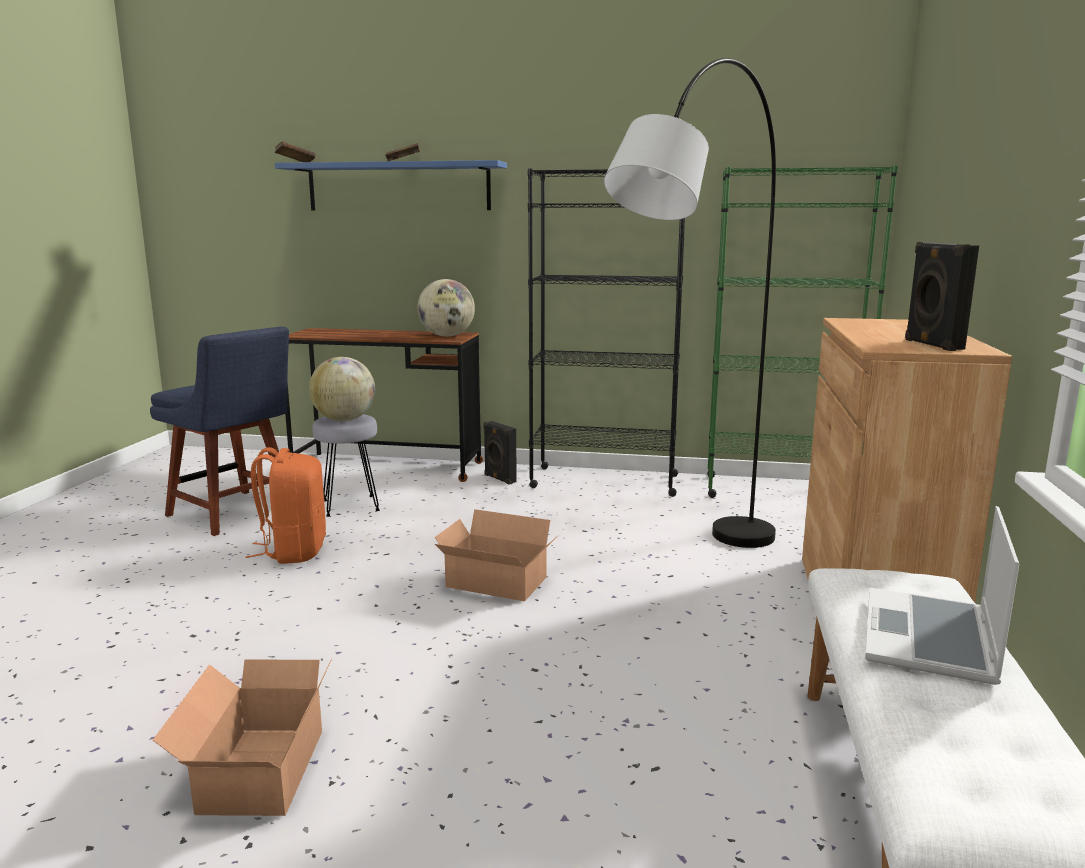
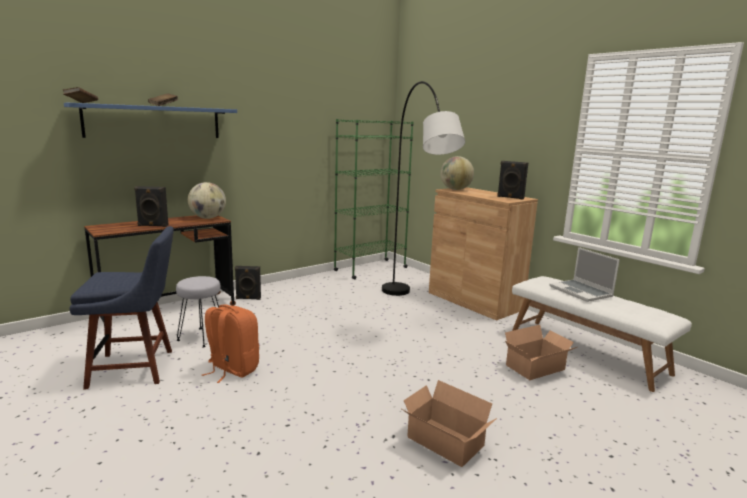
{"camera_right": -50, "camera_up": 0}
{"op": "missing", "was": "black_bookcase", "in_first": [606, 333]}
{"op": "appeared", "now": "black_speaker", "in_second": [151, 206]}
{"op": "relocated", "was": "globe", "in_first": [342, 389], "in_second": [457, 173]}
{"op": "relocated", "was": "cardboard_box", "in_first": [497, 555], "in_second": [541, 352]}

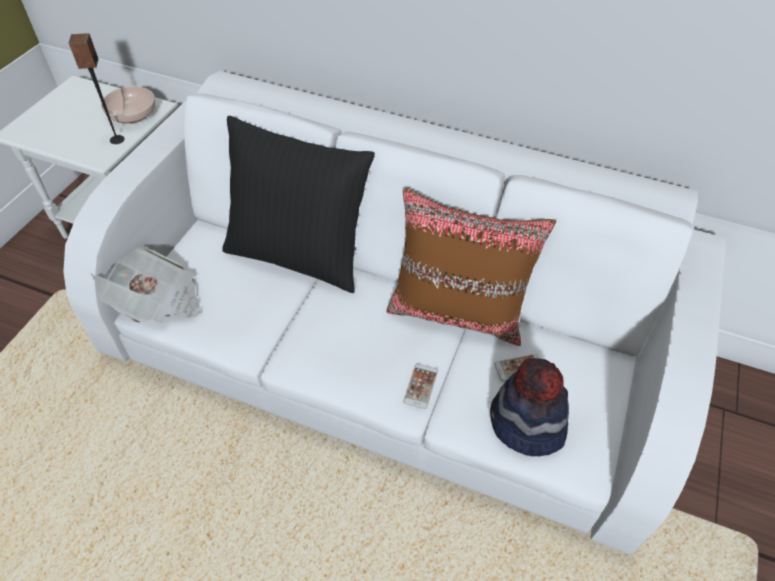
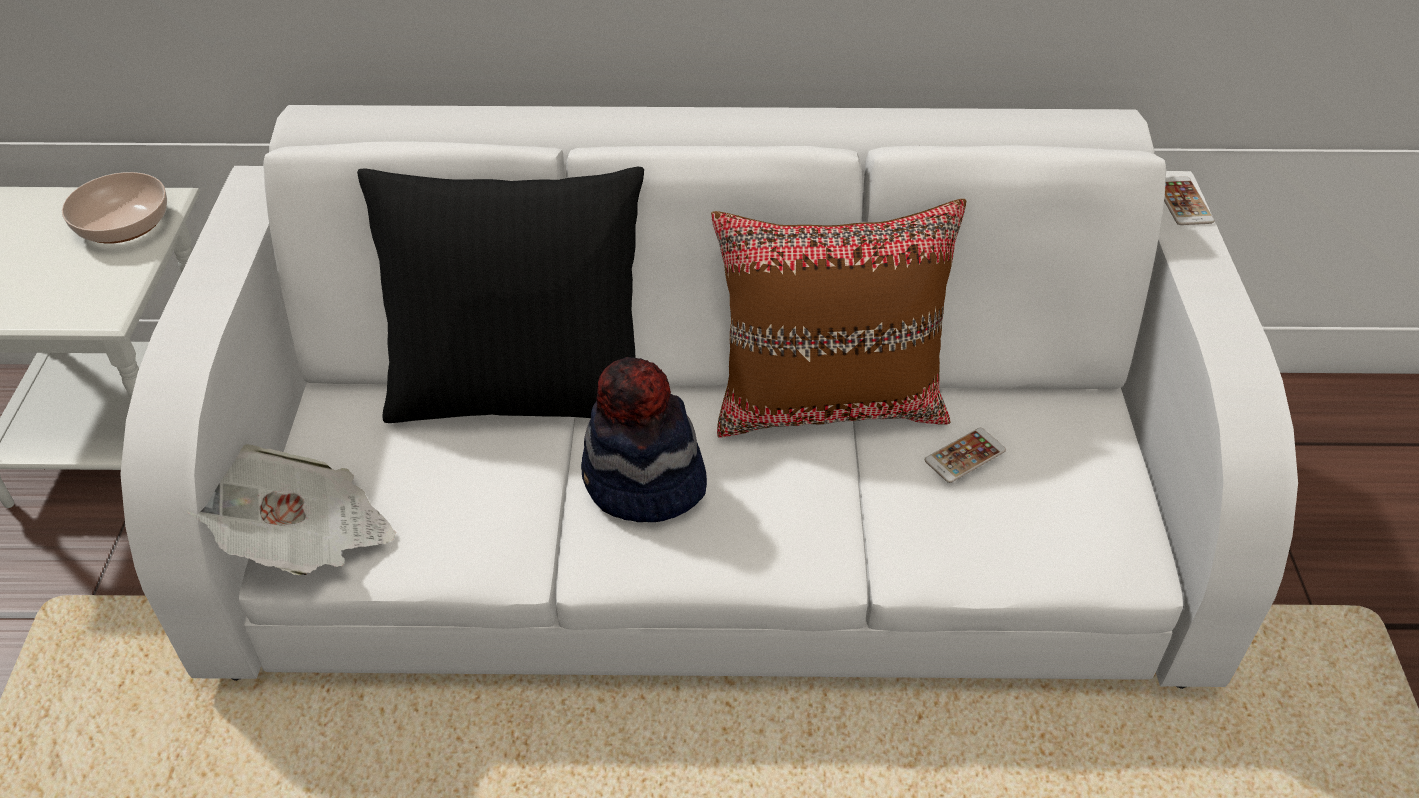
{"camera_right": -20, "camera_up": -5}
{"op": "missing", "was": "speaker", "in_first": [97, 88]}
{"op": "relocated", "was": "phone", "in_first": [421, 386], "in_second": [1189, 200]}
{"op": "relocated", "was": "hat", "in_first": [529, 407], "in_second": [644, 439]}

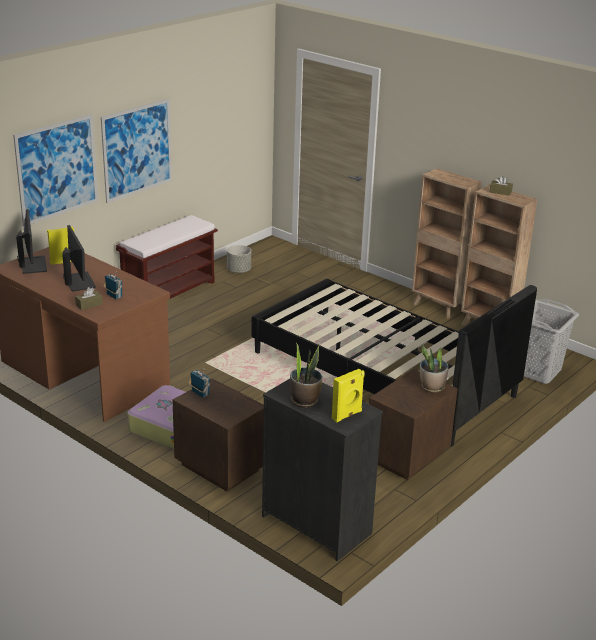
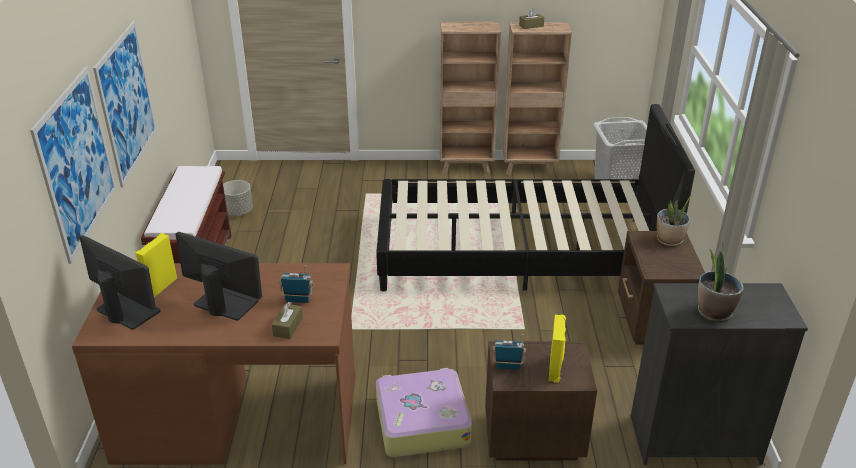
{"camera_right": -40, "camera_up": 5}
{"op": "relocated", "was": "yellow_speaker", "in_first": [348, 396], "in_second": [558, 349]}

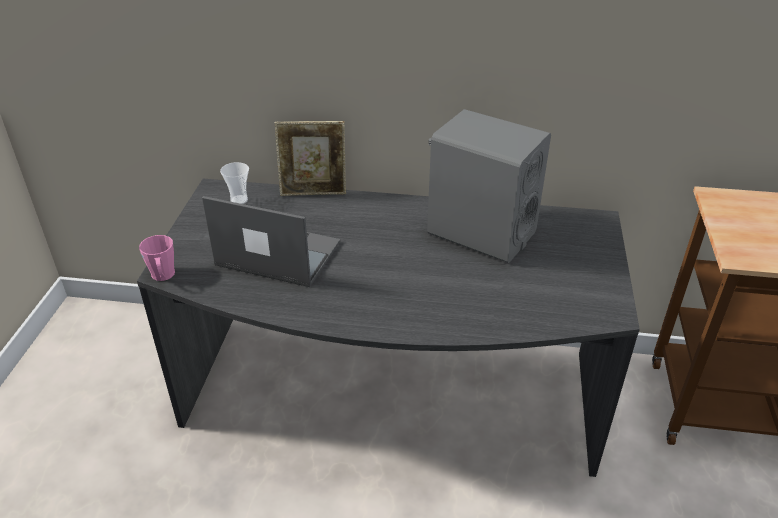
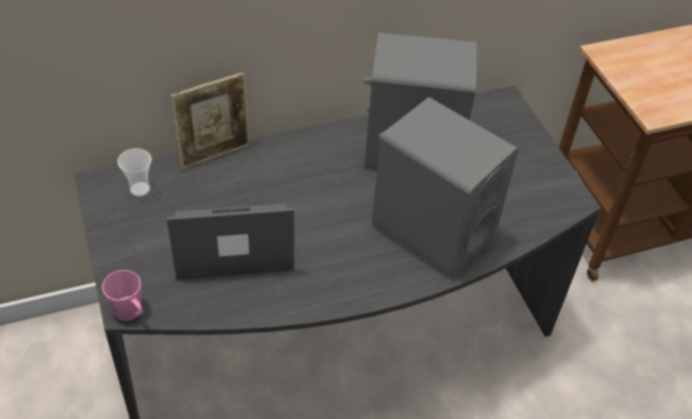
{"camera_right": -30, "camera_up": 10}
{"op": "appeared", "now": "grey_speaker", "in_second": [445, 187]}

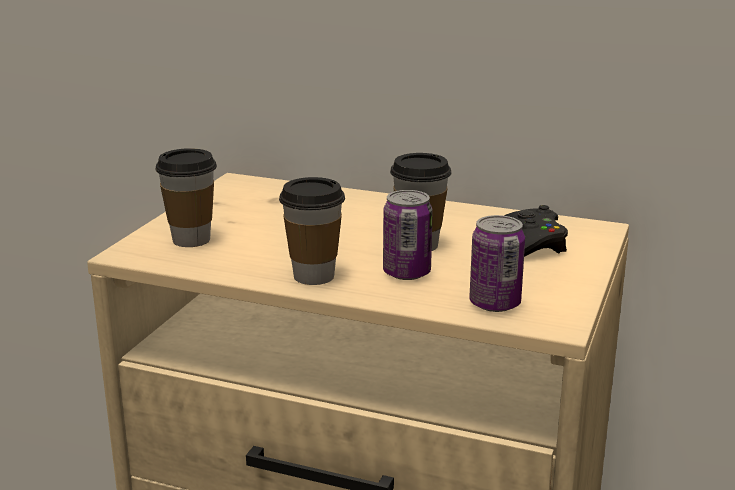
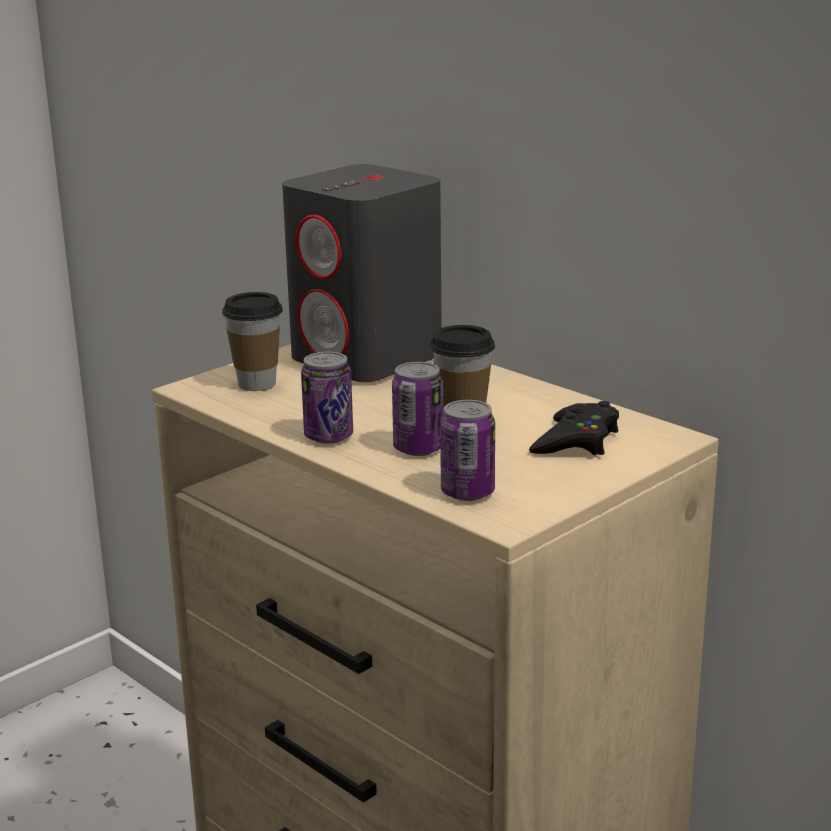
{"camera_right": 25, "camera_up": 0}
{"op": "appeared", "now": "grey_speaker", "in_second": [362, 273]}
{"op": "exchanged", "was": "cup", "now": "can", "in_first": [312, 231], "in_second": [327, 398]}

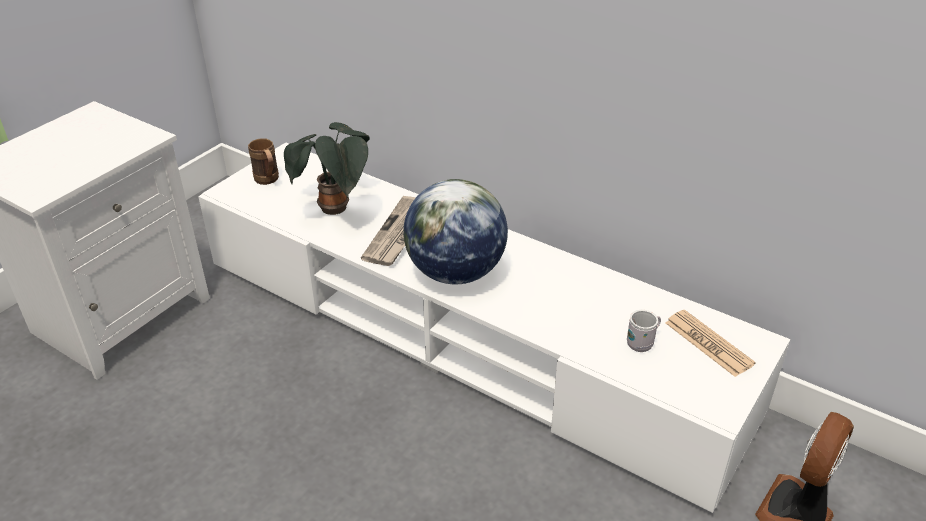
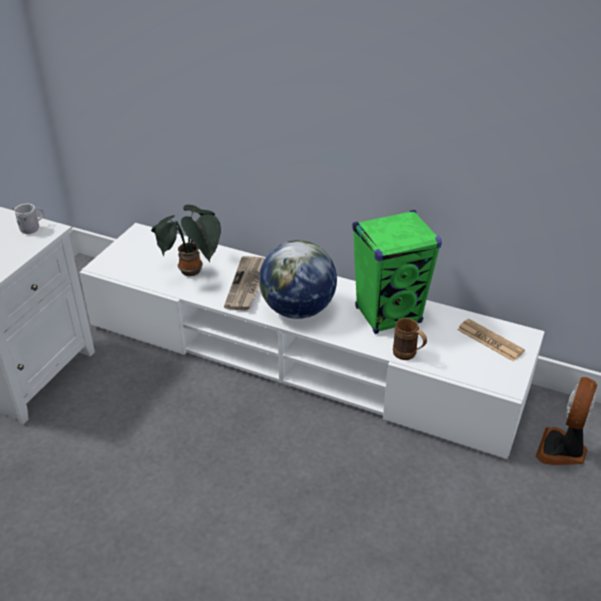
{"camera_right": -10, "camera_up": 0}
{"op": "appeared", "now": "green_speaker", "in_second": [397, 272]}
{"op": "relocated", "was": "brown_mug", "in_first": [263, 161], "in_second": [410, 339]}
{"op": "relocated", "was": "white_mug", "in_first": [644, 331], "in_second": [28, 219]}

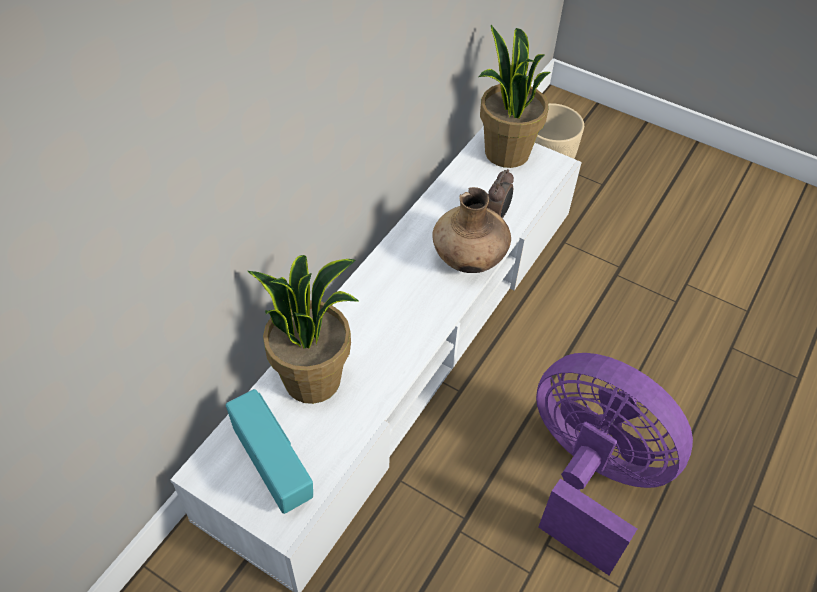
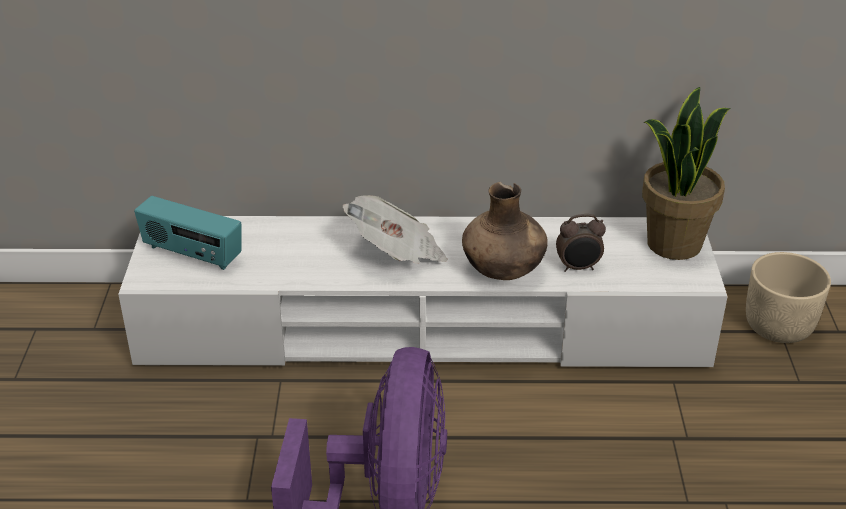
{"camera_right": 60, "camera_up": -15}
{"op": "missing", "was": "potted_plant", "in_first": [304, 329]}
{"op": "appeared", "now": "newspaper", "in_second": [395, 229]}
{"op": "spun", "was": "radio", "in_first": [269, 451], "in_second": [187, 233], "clockwise": 90}

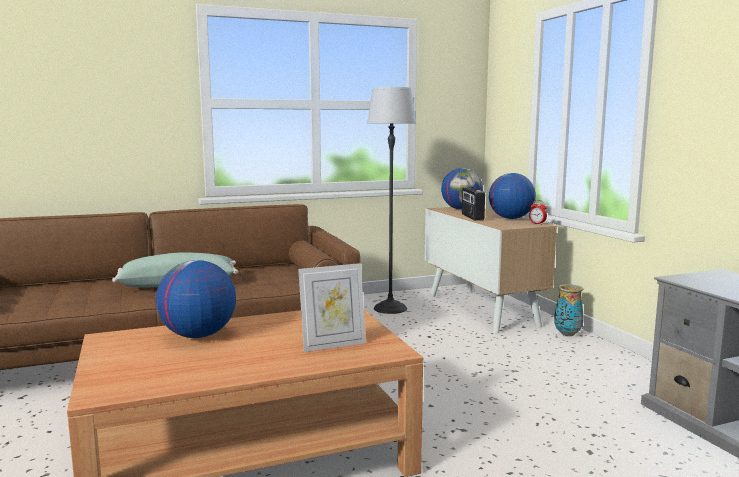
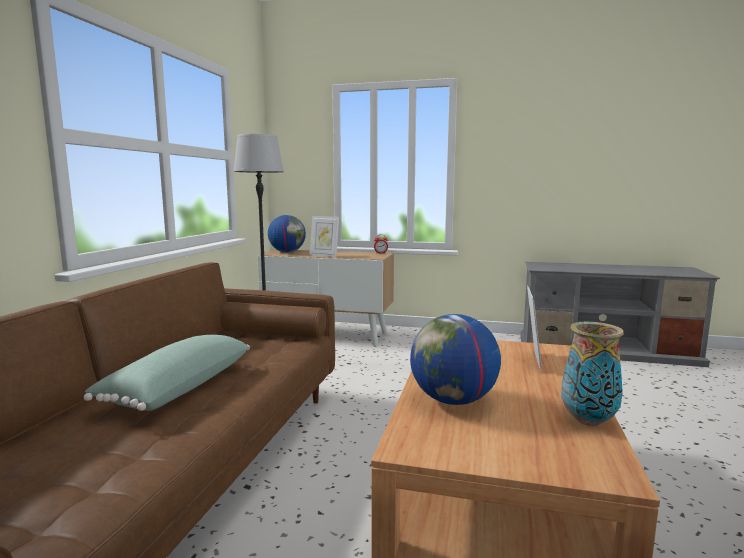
{"camera_right": -55, "camera_up": 0}
{"op": "missing", "was": "globe", "in_first": [512, 196]}
{"op": "relocated", "was": "vase", "in_first": [569, 310], "in_second": [592, 374]}
{"op": "exchanged", "was": "radio", "now": "picture_frame", "in_first": [473, 204], "in_second": [324, 236]}

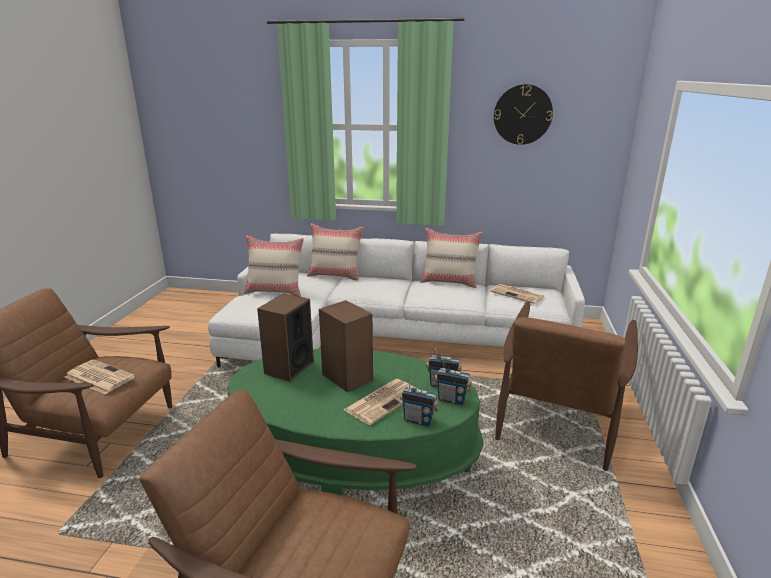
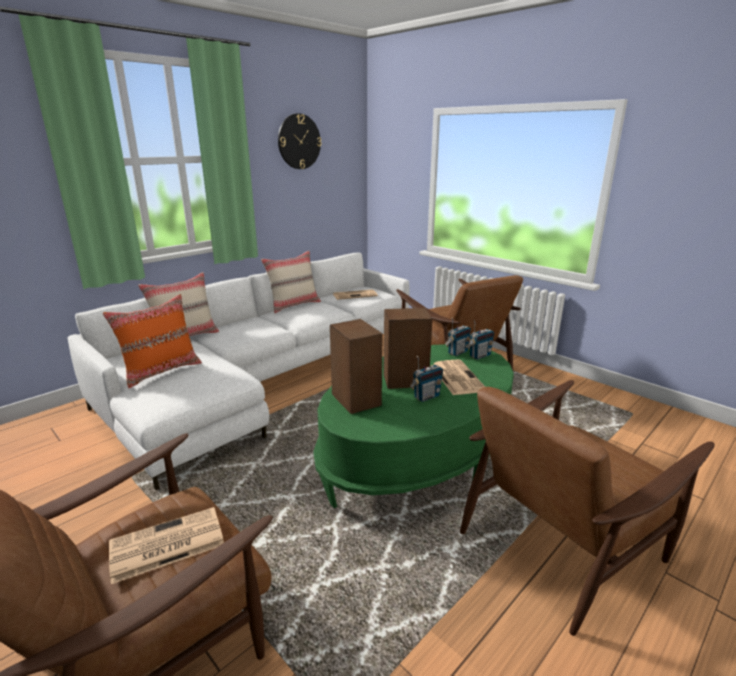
{"camera_right": -55, "camera_up": 0}
{"op": "relocated", "was": "radio", "in_first": [419, 399], "in_second": [426, 379]}
{"op": "colour", "was": "beige_pillow", "now": "orange_pillow", "in_first": [274, 266], "in_second": [152, 341]}

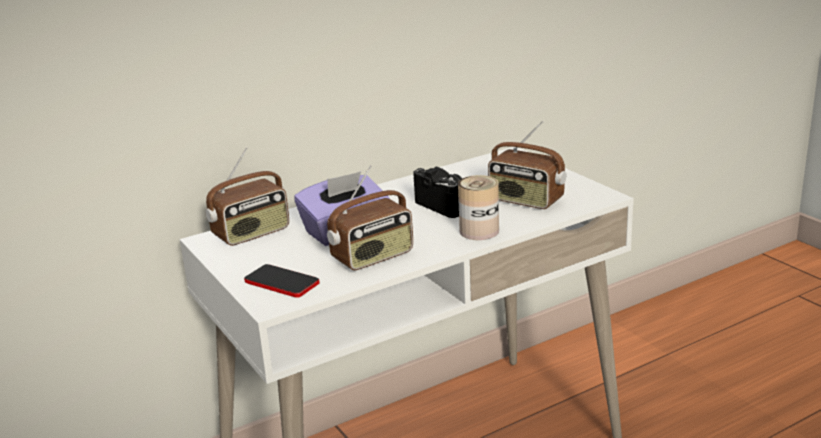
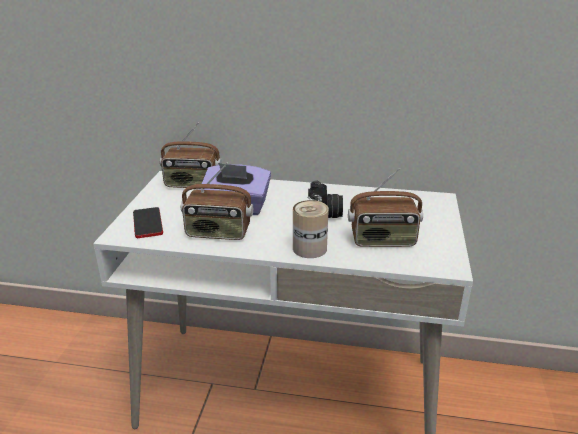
{"camera_right": 40, "camera_up": 5}
{"op": "spun", "was": "radio", "in_first": [527, 165], "in_second": [385, 207], "clockwise": -75}

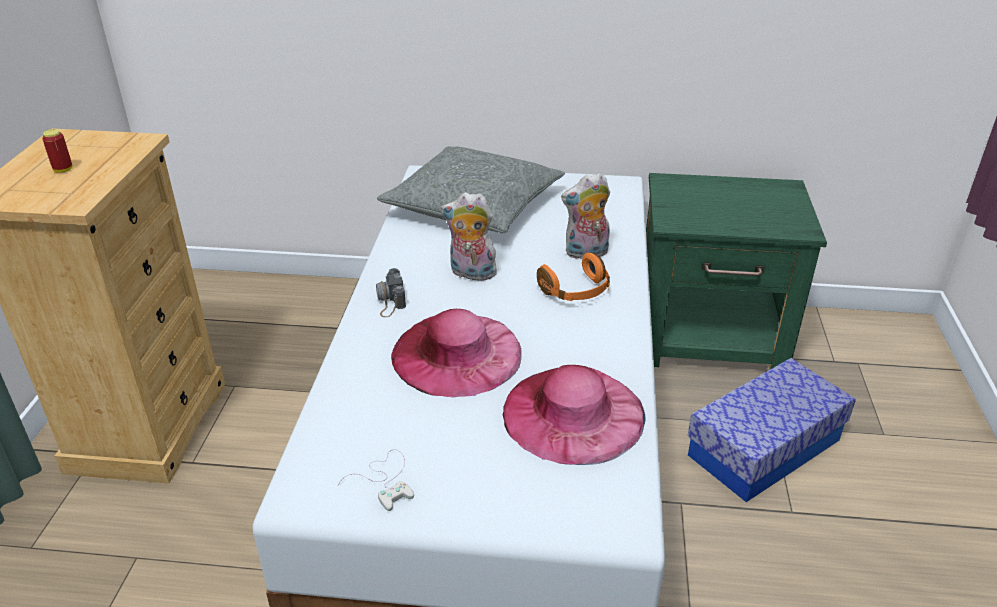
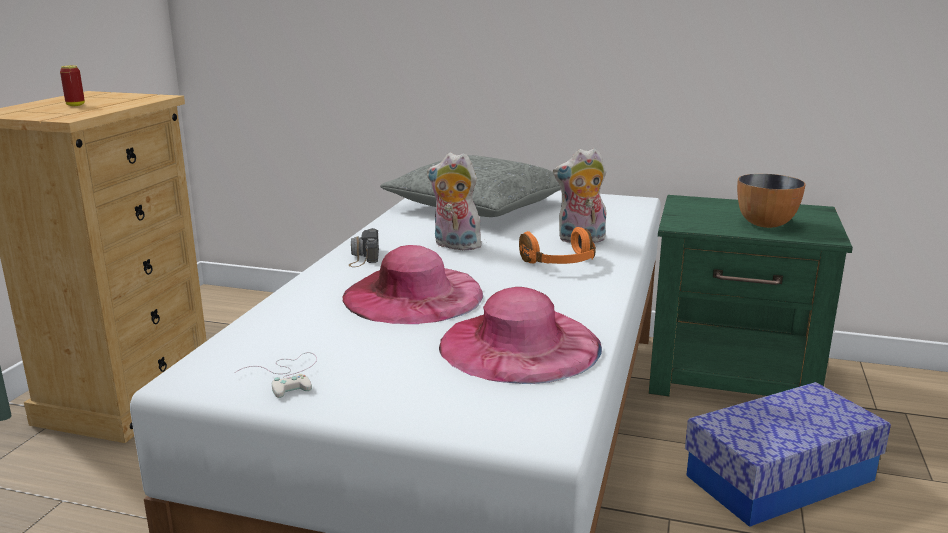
{"camera_right": 10, "camera_up": -15}
{"op": "appeared", "now": "bowl", "in_second": [771, 201]}

